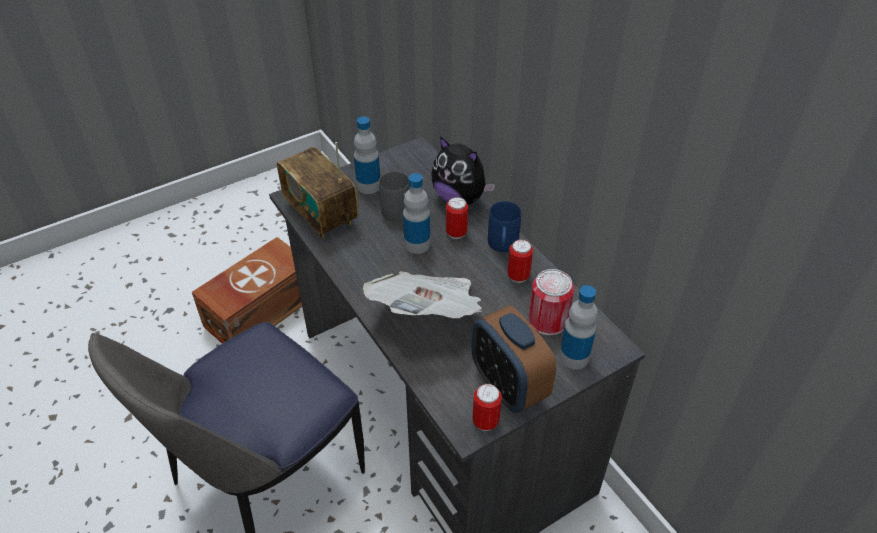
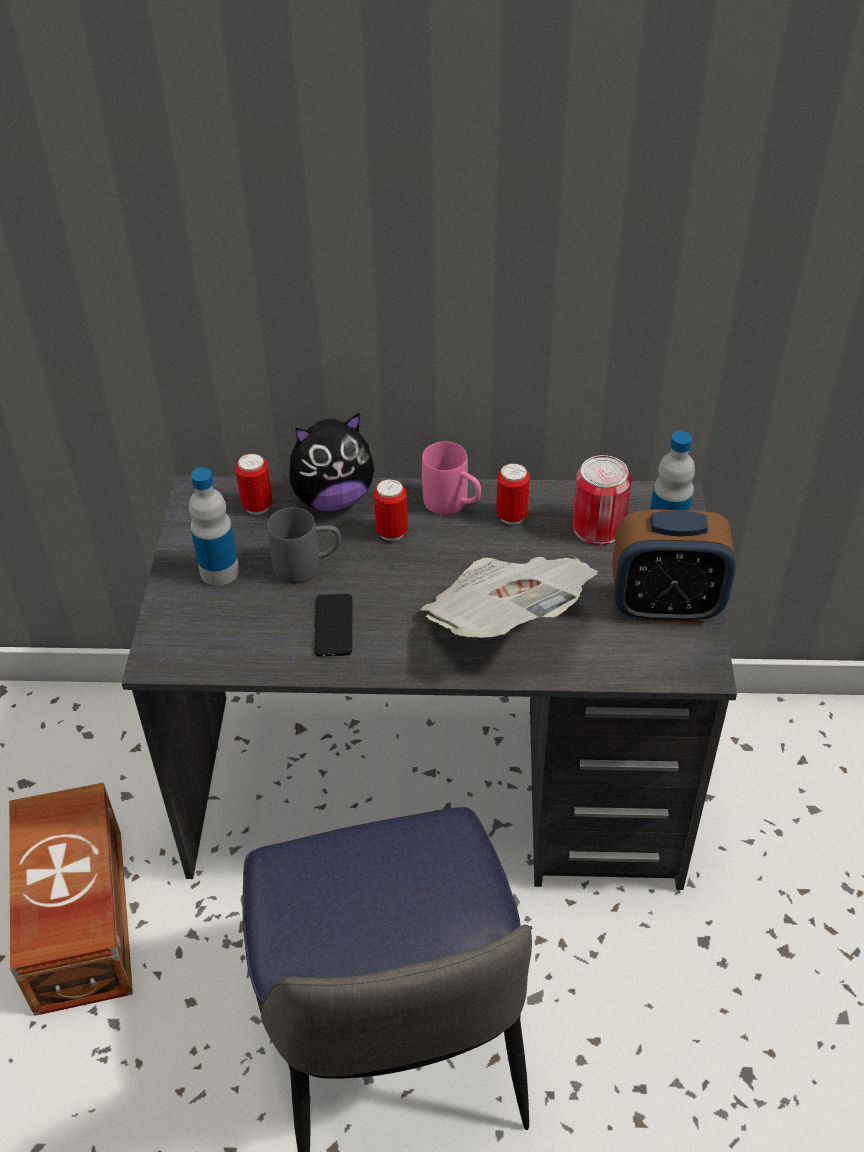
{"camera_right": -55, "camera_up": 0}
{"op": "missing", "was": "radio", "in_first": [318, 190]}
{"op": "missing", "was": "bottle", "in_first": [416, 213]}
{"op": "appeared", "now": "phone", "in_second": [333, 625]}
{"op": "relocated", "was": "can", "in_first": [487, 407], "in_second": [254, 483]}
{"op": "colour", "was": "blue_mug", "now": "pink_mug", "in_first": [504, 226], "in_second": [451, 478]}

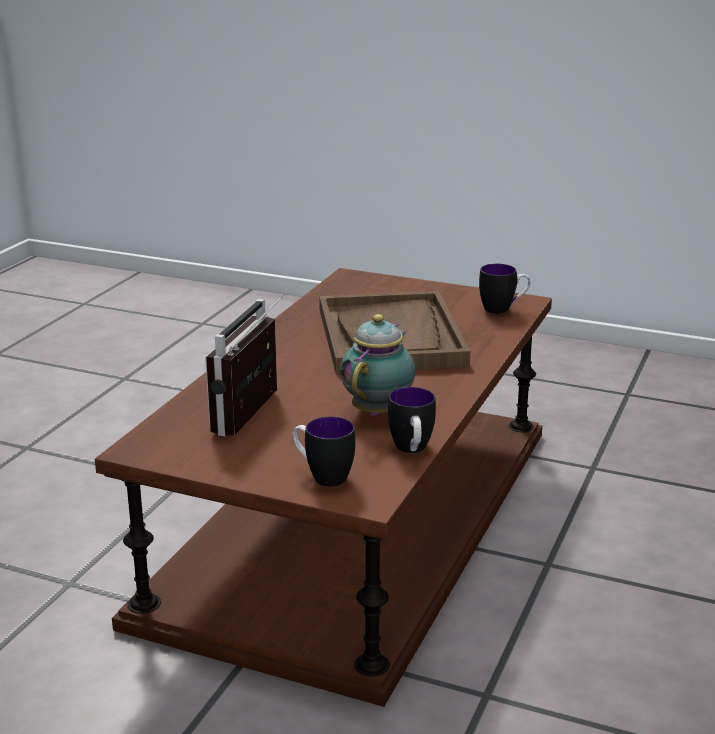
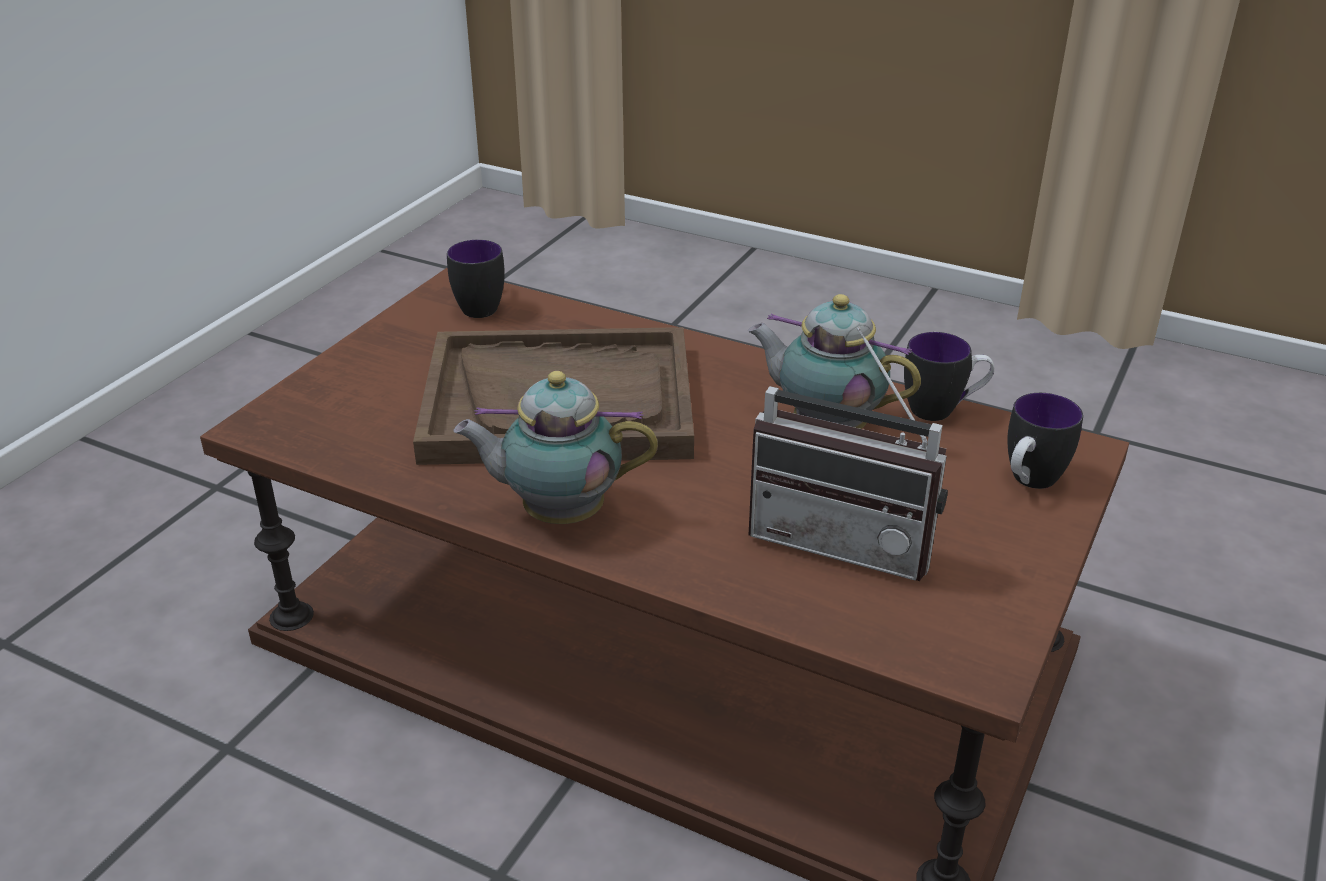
{"camera_right": -85, "camera_up": 10}
{"op": "appeared", "now": "teapot", "in_second": [555, 447]}

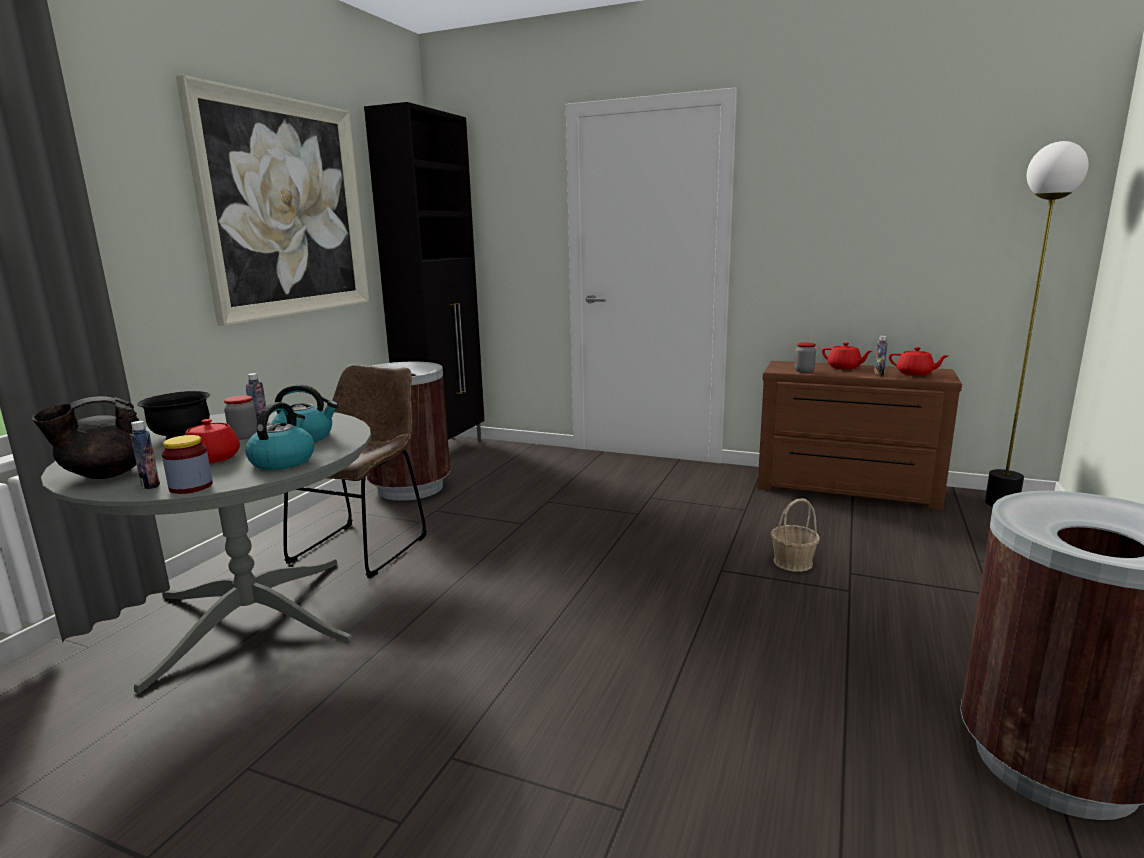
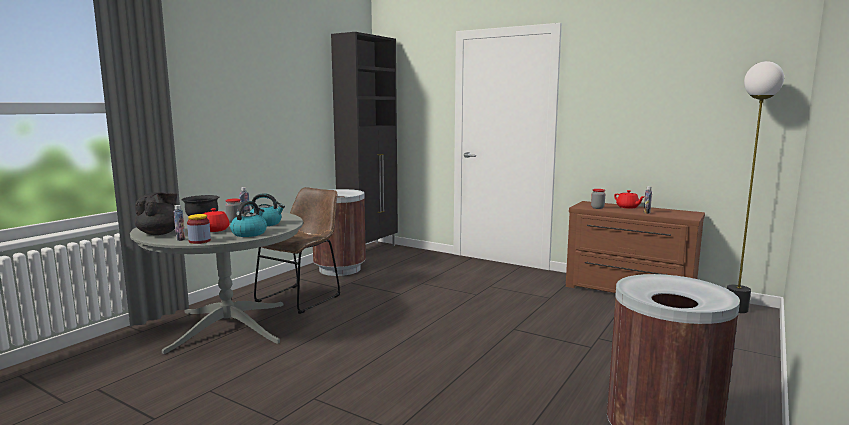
{"camera_right": 10, "camera_up": -5}
{"op": "missing", "was": "picture", "in_first": [272, 200]}
{"op": "missing", "was": "basket", "in_first": [795, 535]}
{"op": "missing", "was": "red_teapot", "in_first": [919, 361]}
{"op": "spun", "was": "black_teapot", "in_first": [85, 437], "in_second": [155, 213], "clockwise": 135}

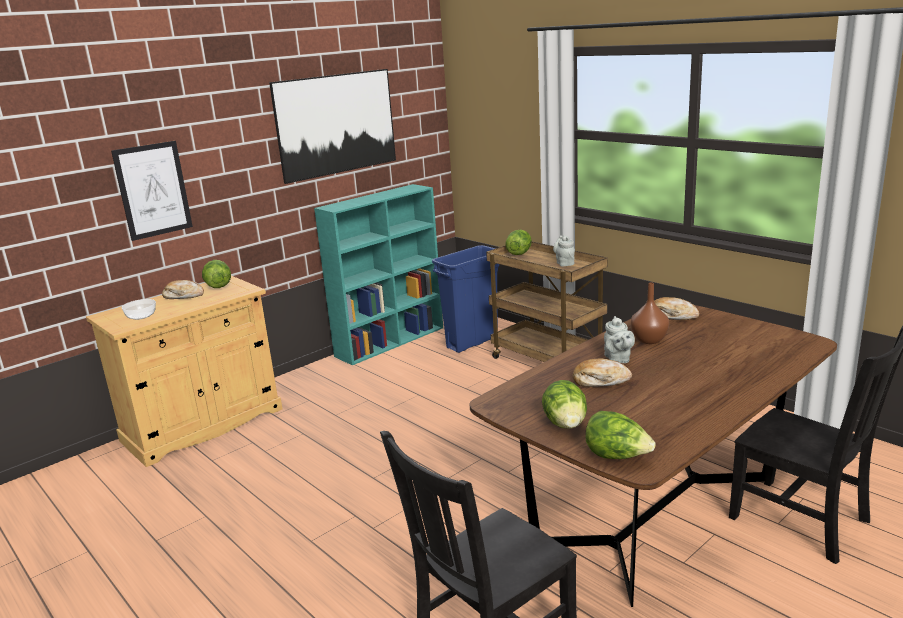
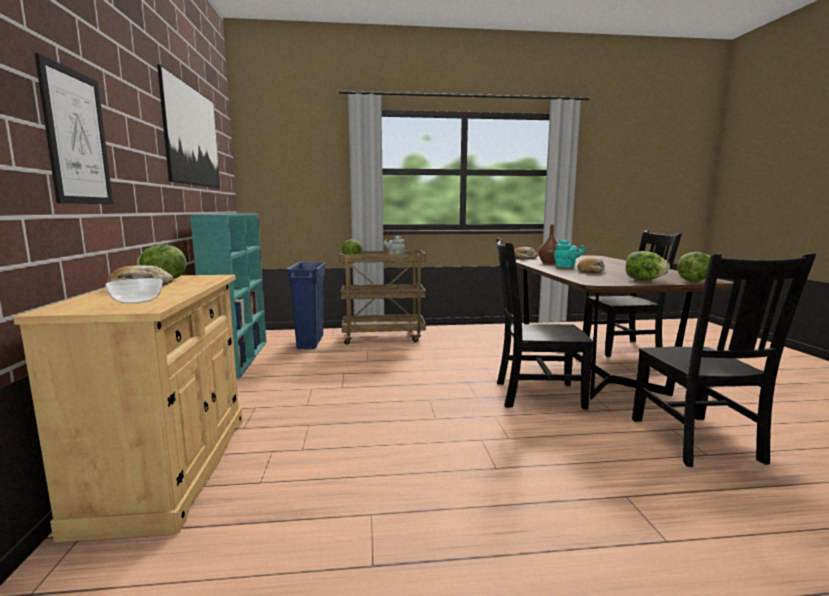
{"camera_right": -55, "camera_up": -10}
{"op": "appeared", "now": "black_chair", "in_second": [545, 324]}
{"op": "colour", "was": "grey_teapot", "now": "turquoise_teapot", "in_first": [619, 339], "in_second": [569, 254]}

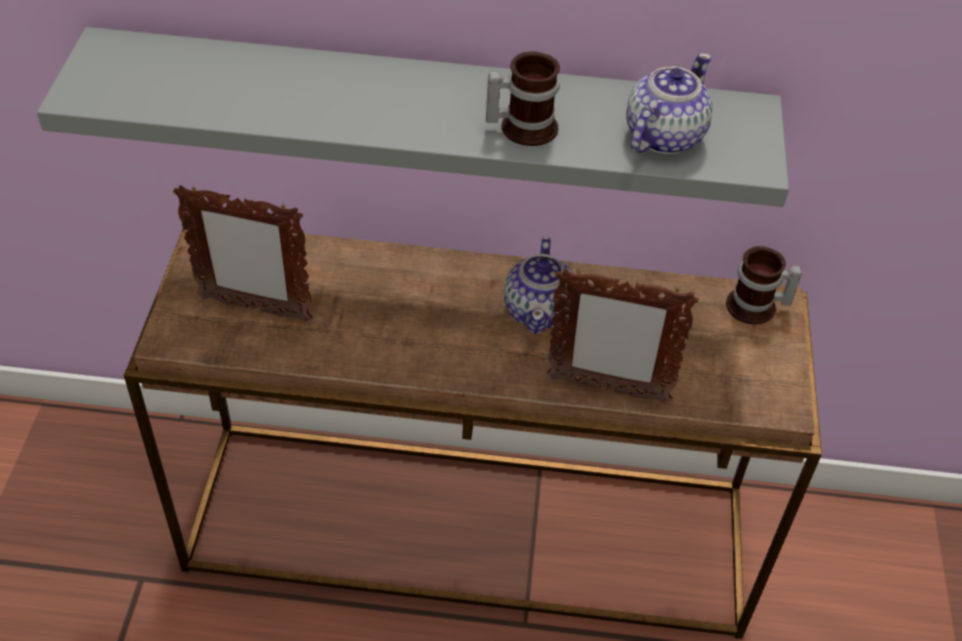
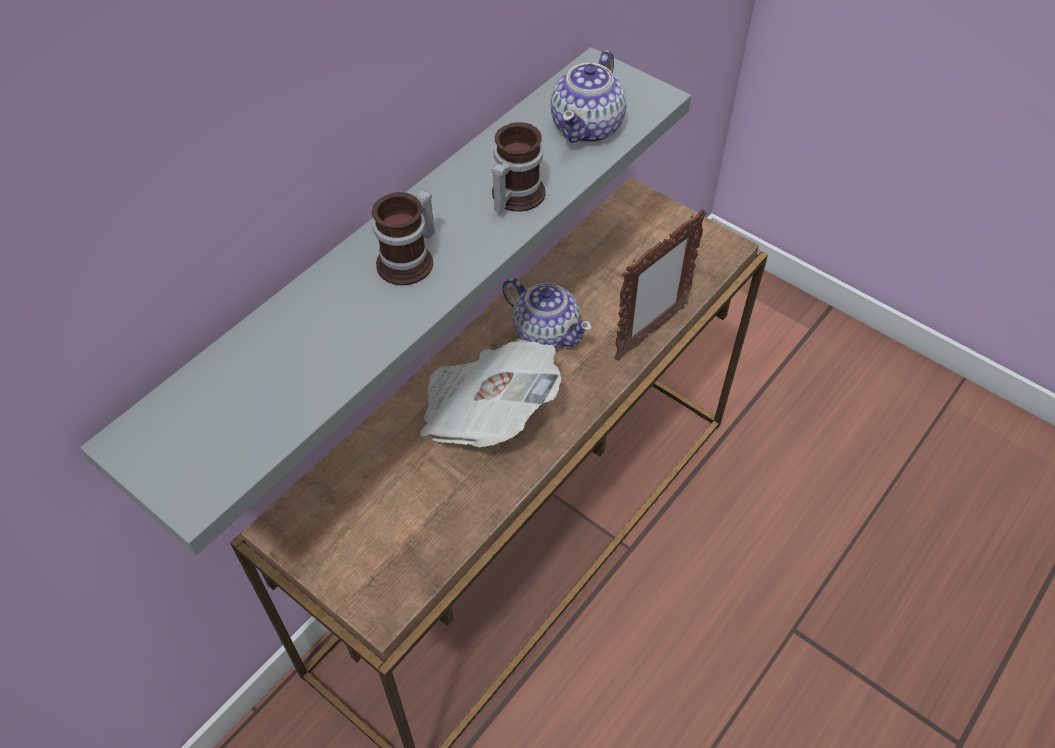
{"camera_right": -55, "camera_up": 5}
{"op": "missing", "was": "picture_frame", "in_first": [243, 253]}
{"op": "appeared", "now": "newspaper", "in_second": [490, 393]}
{"op": "relocated", "was": "mug", "in_first": [764, 285], "in_second": [403, 238]}
{"op": "spun", "was": "teapot", "in_first": [669, 103], "in_second": [589, 96], "clockwise": -135}

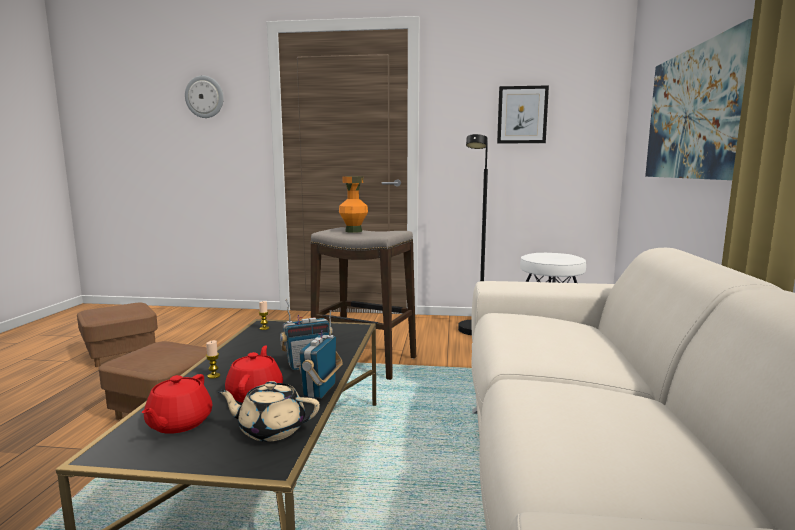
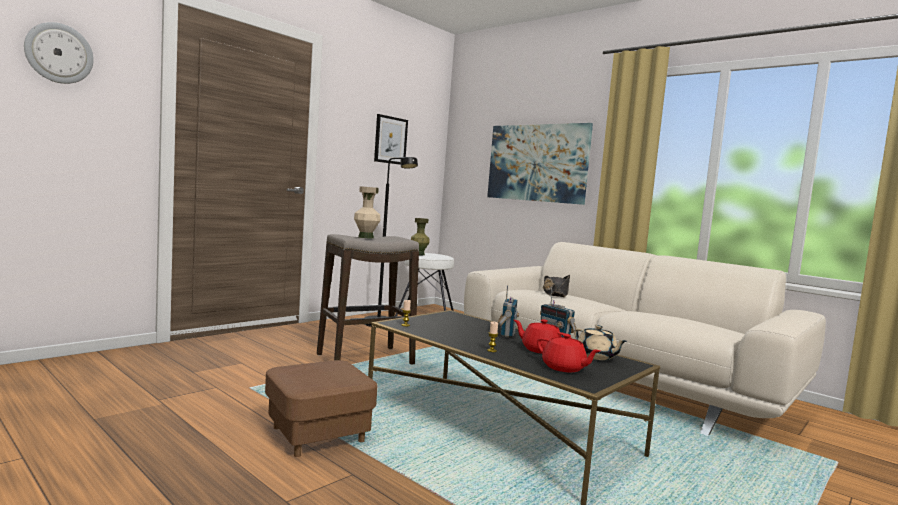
{"camera_right": -55, "camera_up": -5}
{"op": "missing", "was": "brown_ottoman", "in_first": [117, 335]}
{"op": "appeared", "now": "green_vase", "in_second": [420, 236]}
{"op": "appeared", "now": "black_hat", "in_second": [556, 286]}
{"op": "colour", "was": "orange_vase", "now": "beige_vase", "in_first": [353, 204], "in_second": [367, 212]}
{"op": "spun", "was": "beige_teapot", "in_first": [268, 411], "in_second": [600, 342], "clockwise": -75}

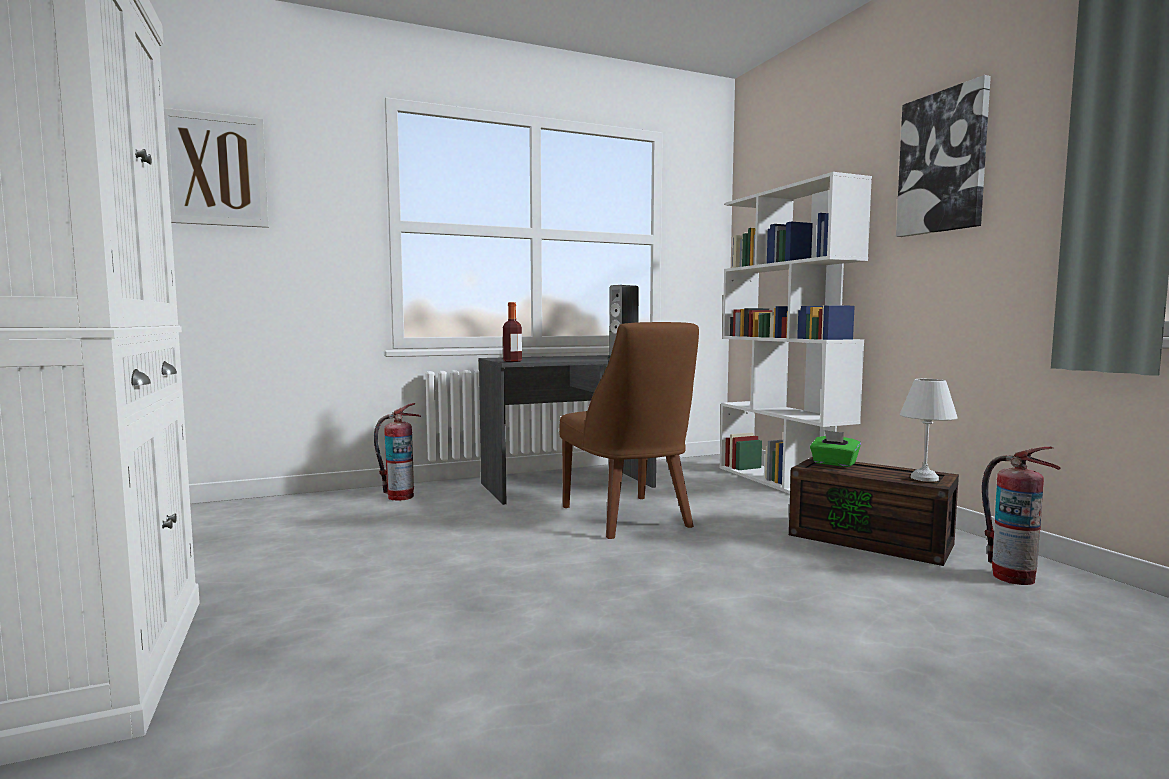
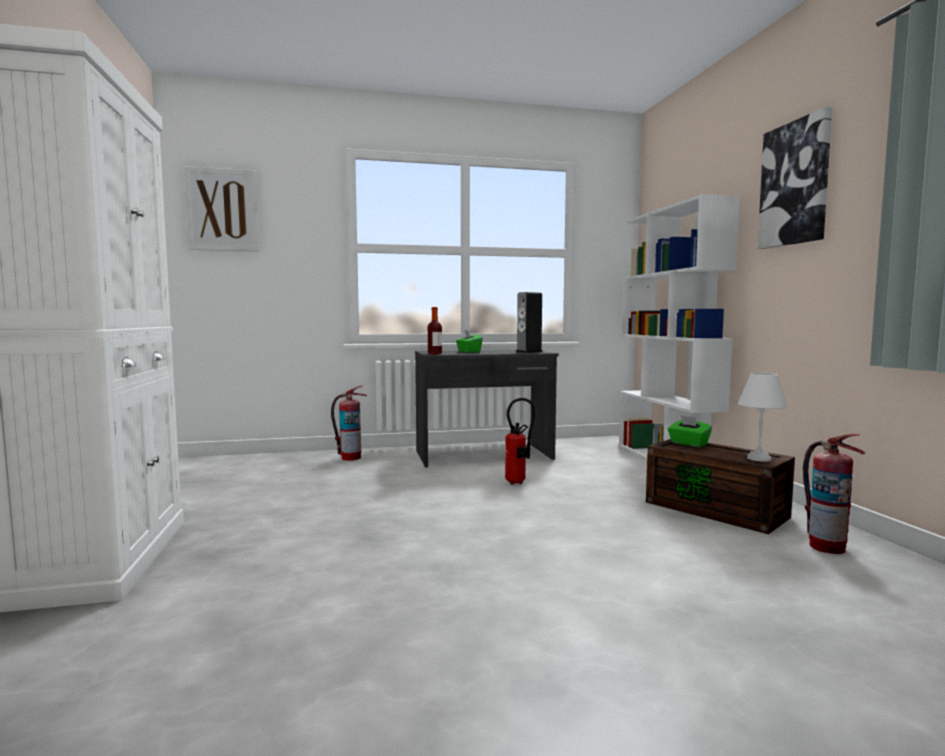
{"camera_right": 10, "camera_up": 0}
{"op": "appeared", "now": "green_tissue_box", "in_second": [469, 341]}
{"op": "exchanged", "was": "brown_chair", "now": "fire_extinguisher", "in_first": [629, 430], "in_second": [520, 441]}

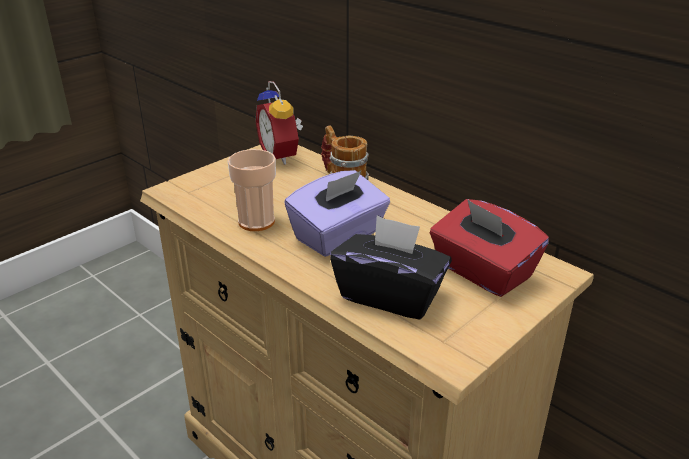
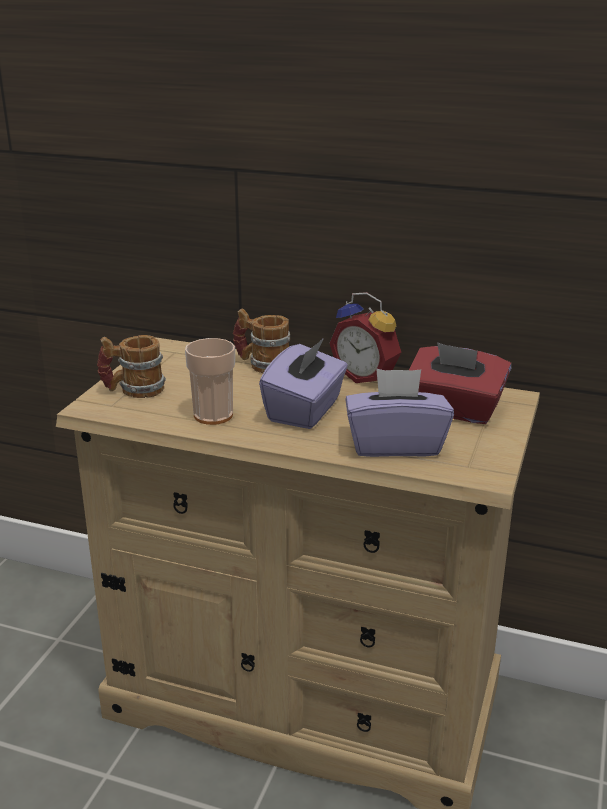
{"camera_right": -25, "camera_up": -5}
{"op": "appeared", "now": "mug", "in_second": [131, 366]}
{"op": "relocated", "was": "alarm_clock", "in_first": [279, 123], "in_second": [365, 337]}
{"op": "colour", "was": "black_tissue_box", "now": "purple_tissue_box", "in_first": [391, 267], "in_second": [399, 413]}

